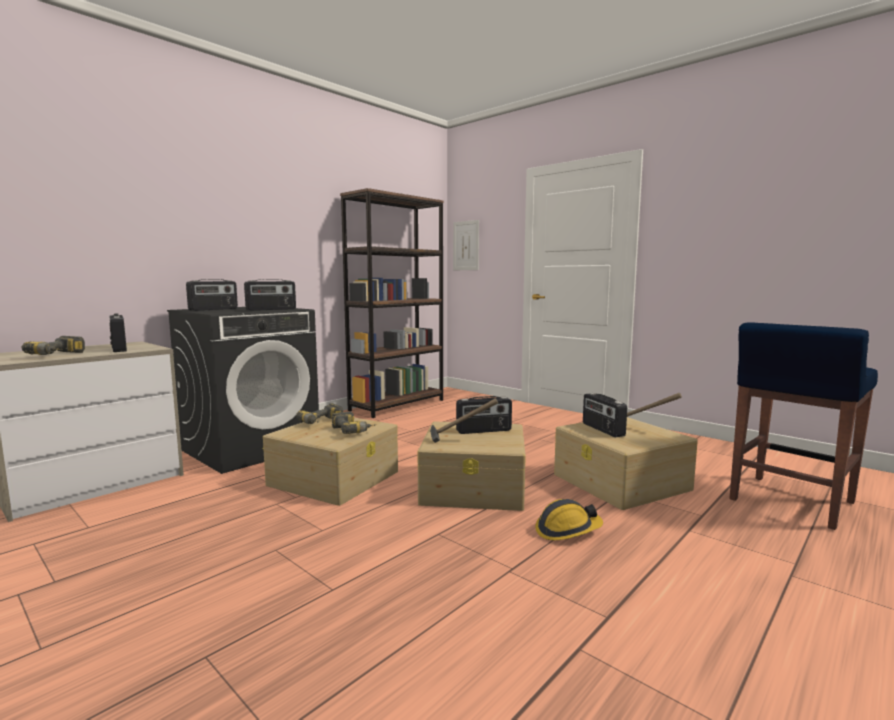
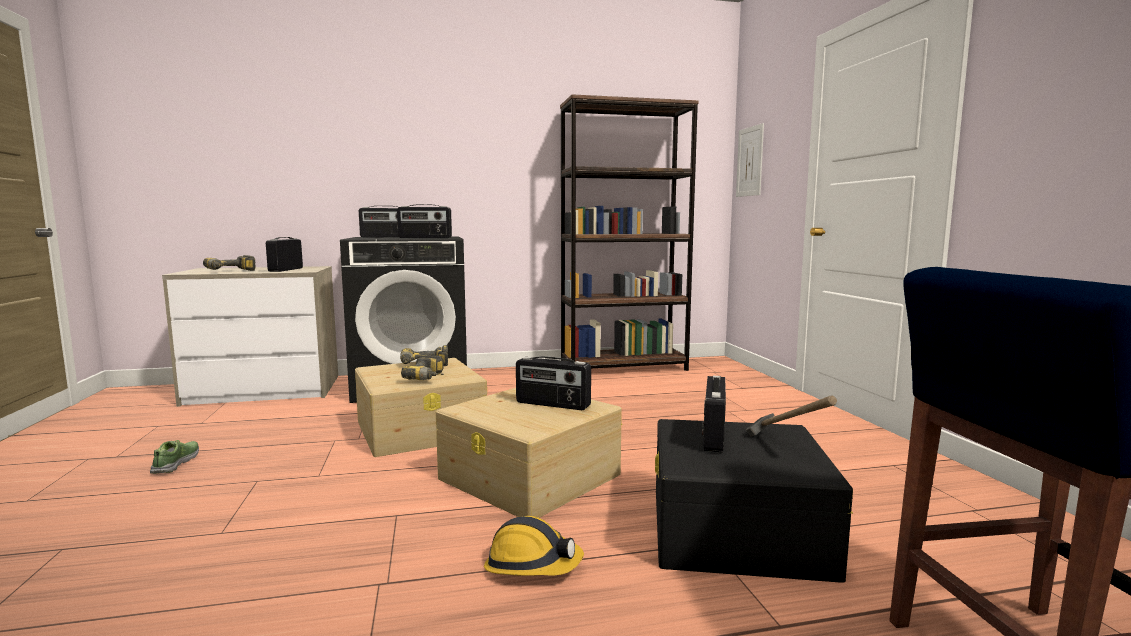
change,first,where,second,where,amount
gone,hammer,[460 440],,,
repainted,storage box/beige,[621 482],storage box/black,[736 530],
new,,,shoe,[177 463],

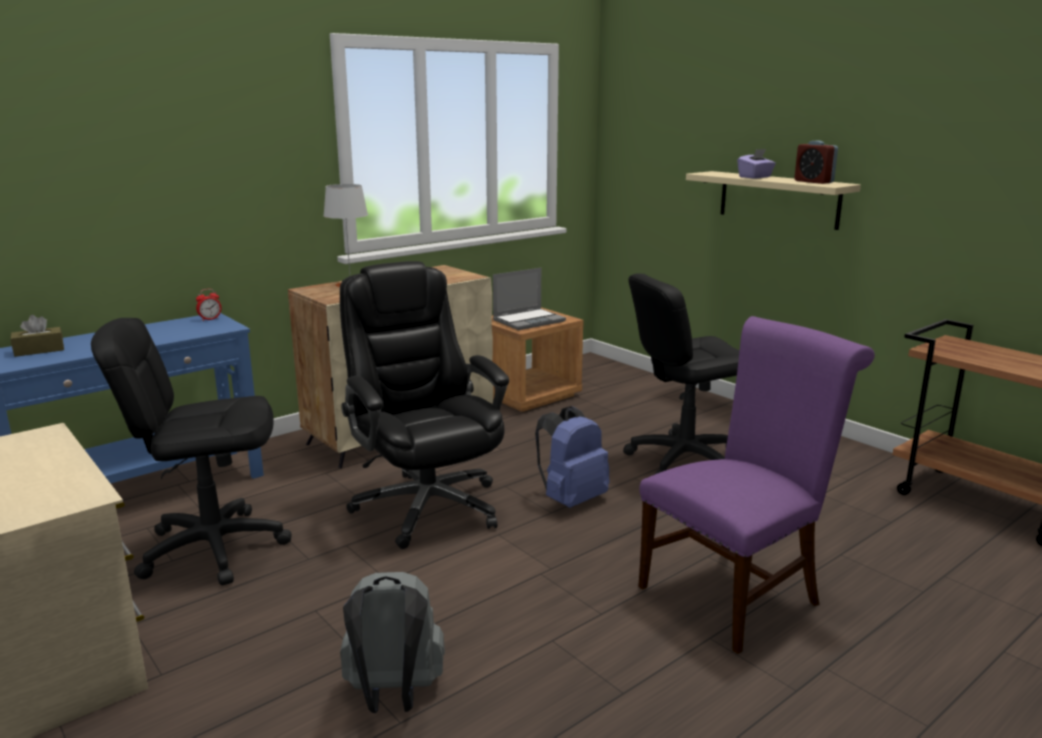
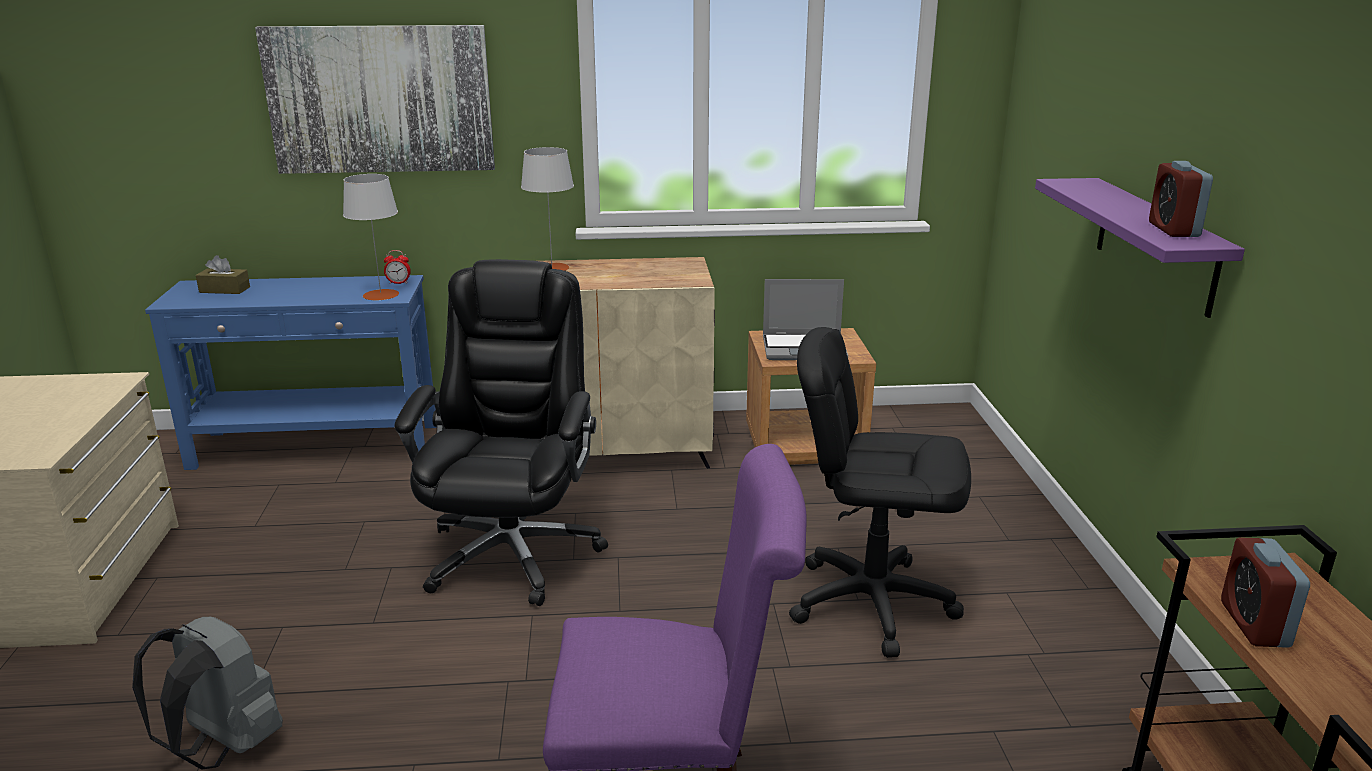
change,first,where,second,where,amount
gone,tissue box/purple,[755 177],,,
repainted,shelf/beige,[778 199],shelf/purple,[1155 244],
gone,office chair/black,[213 548],,,
gone,backpack/blue,[571 499],,,
new,,,picture,[380 99],
new,,,table lamp/grey,[381 295],
new,,,alarm clock,[1254 624],

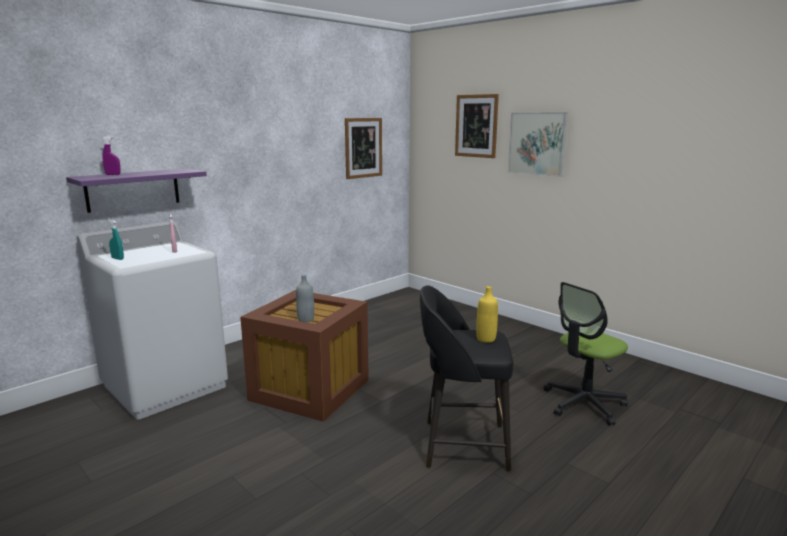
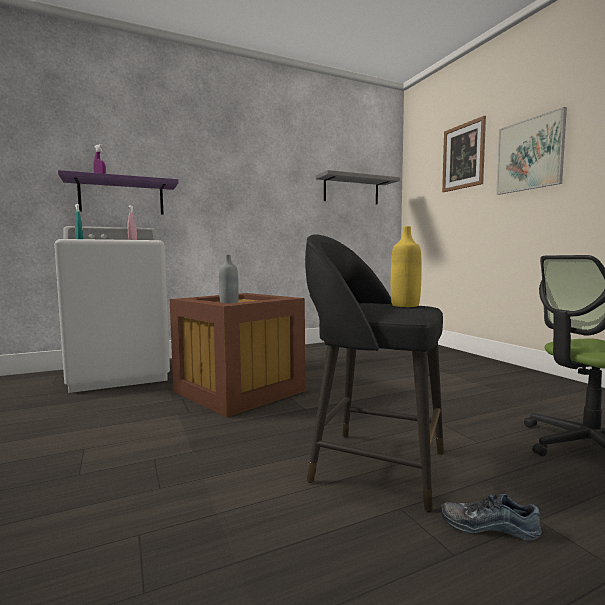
change,first,where,second,where,amount
swapped,picture,[363 148],shelf/grey,[351 190],
new,,,shoe,[488 525],

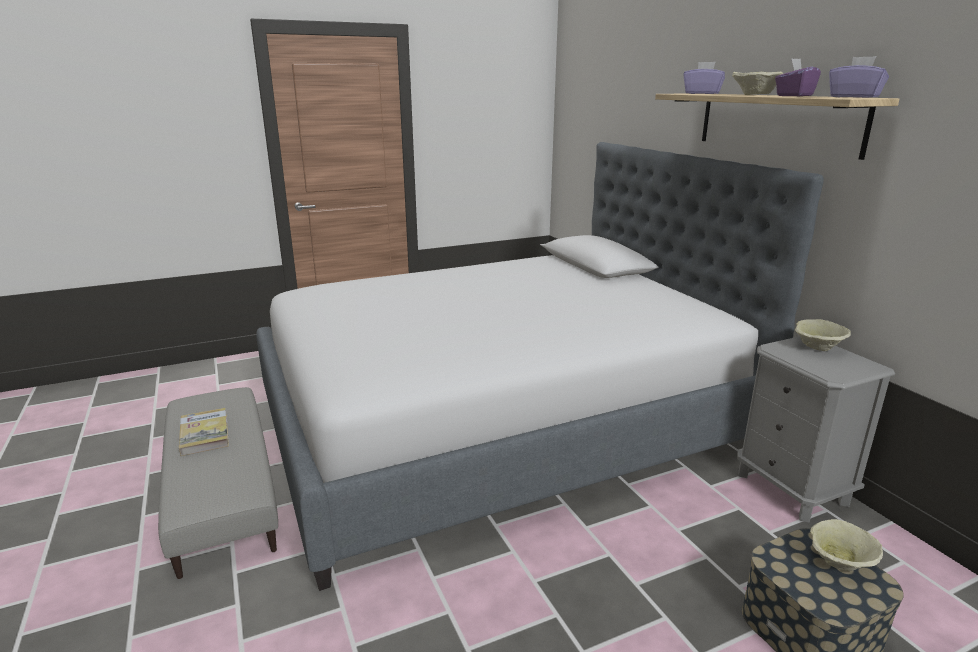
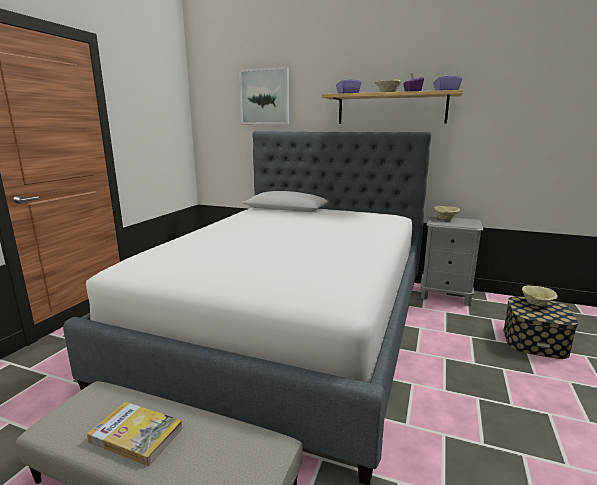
change,first,where,second,where,amount
new,,,picture,[264 97],

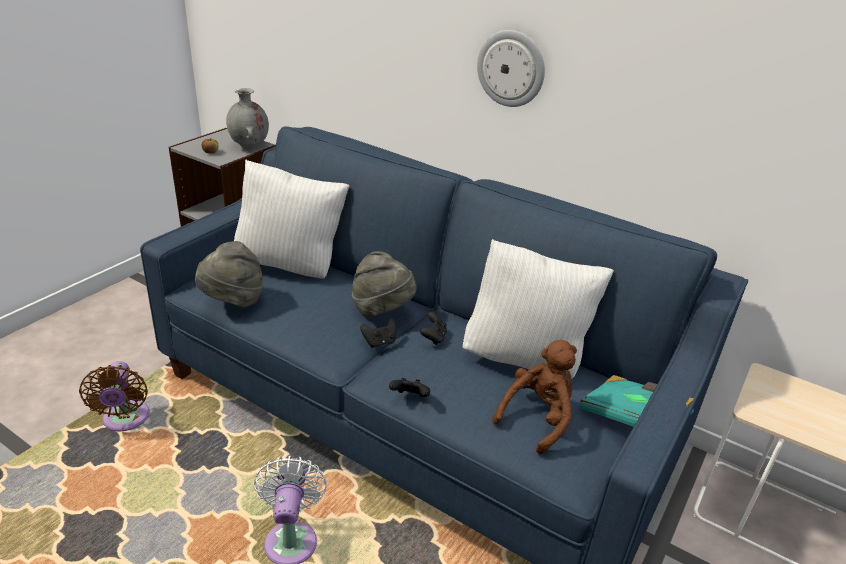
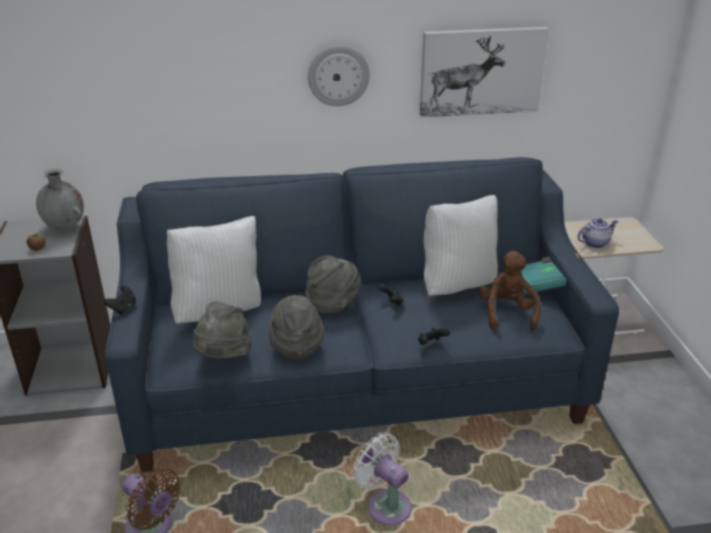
change,first,where,second,where,amount
shifted,game controller/black,[379 342],,[123 308],
new,,,picture,[481 71],
new,,,teapot,[595 243],
new,,,hat/grey,[296 345],

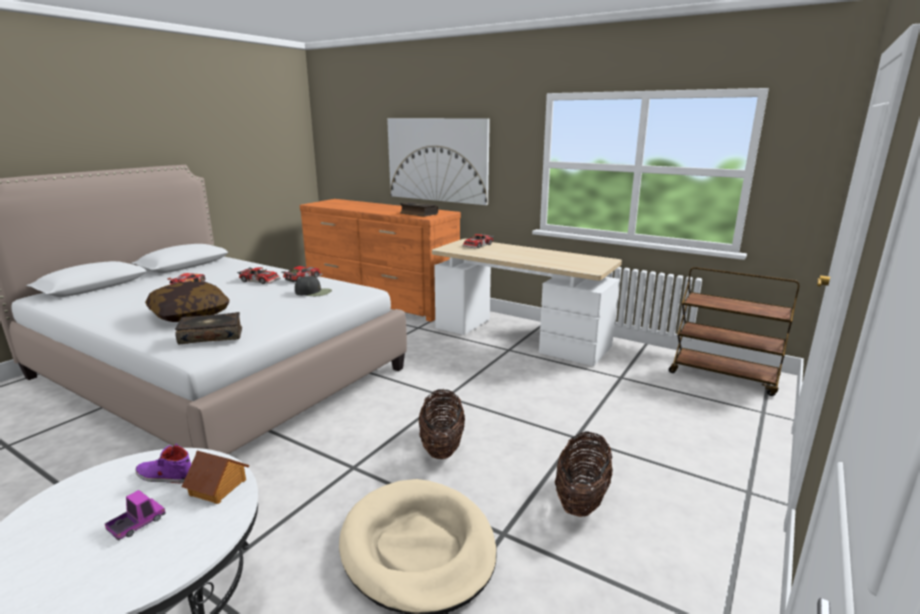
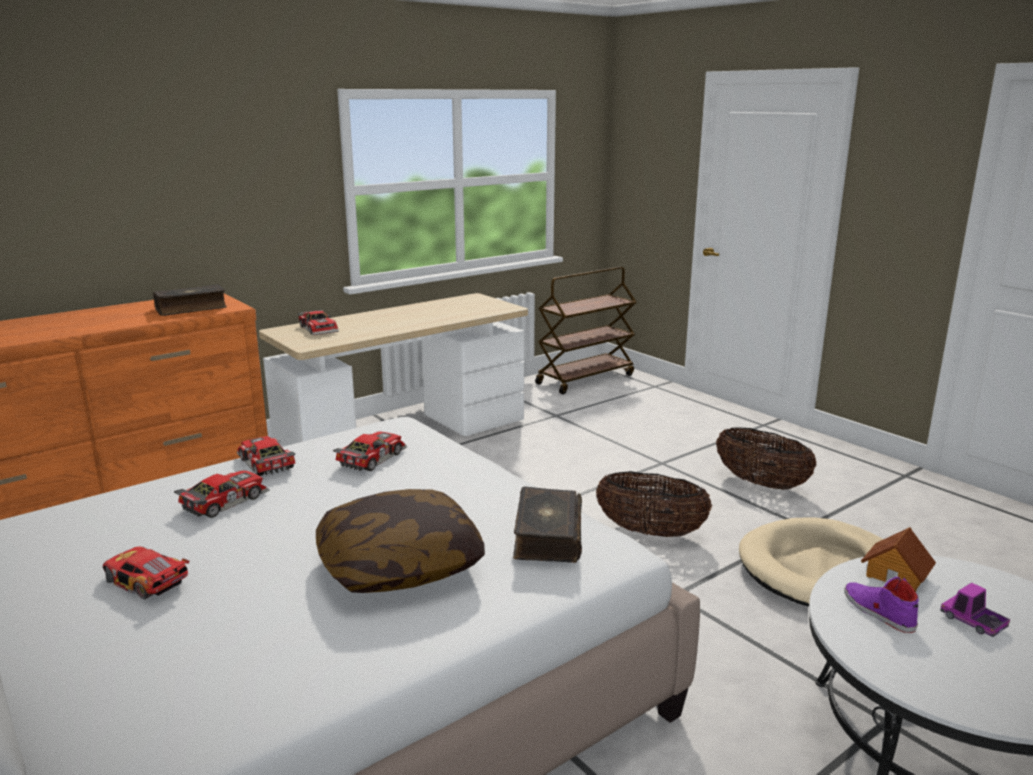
change,first,where,second,where,amount
gone,picture,[437 160],,,
swapped,cap/black,[313 292],toy car,[370 458],
rotated,shoe/purple,[165 476],,[878 611],120 degrees clockwise

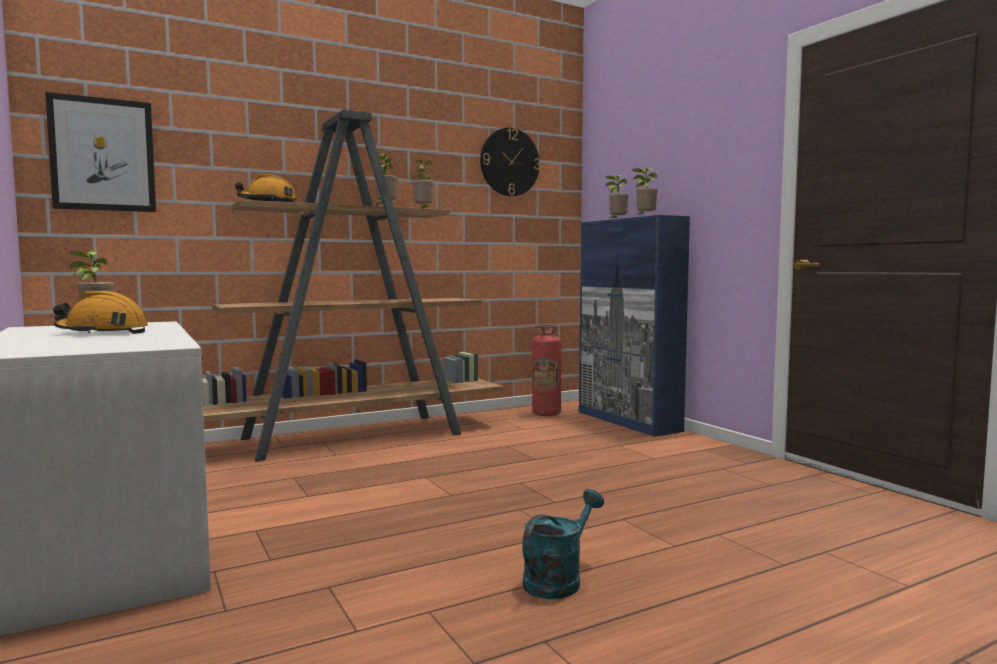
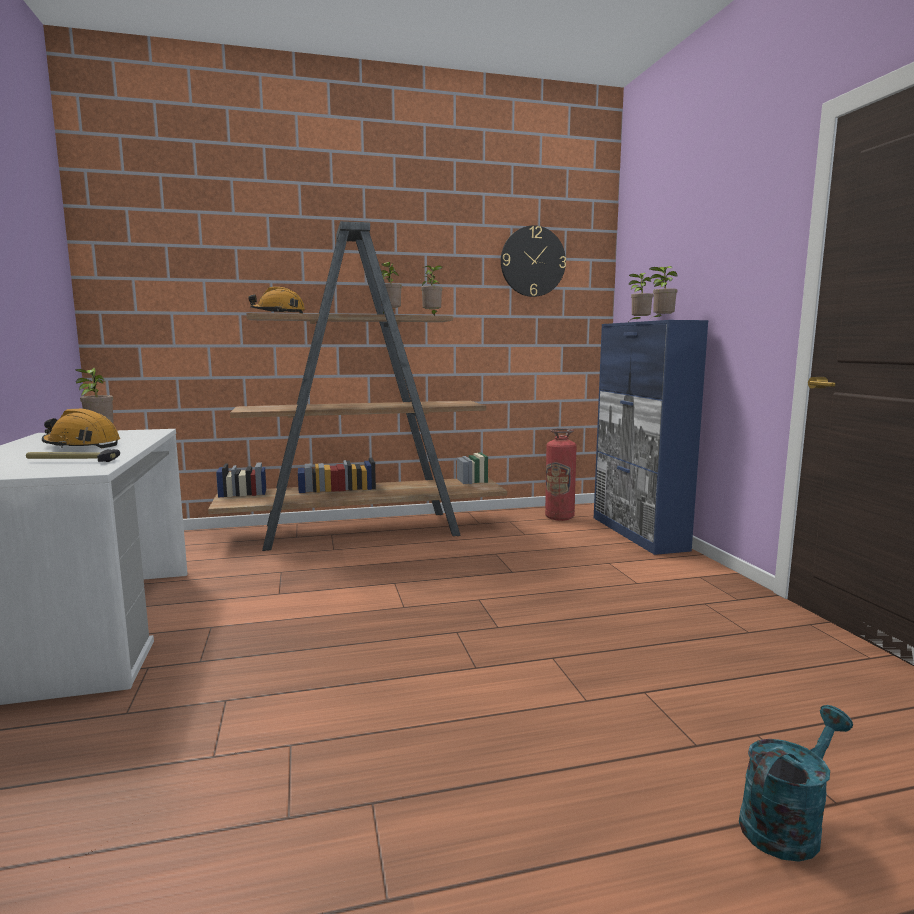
change,first,where,second,where,amount
gone,picture,[103 155],,,
shifted,watering can/turquoise,[558 580],,[787 823],
new,,,hammer,[71 461],

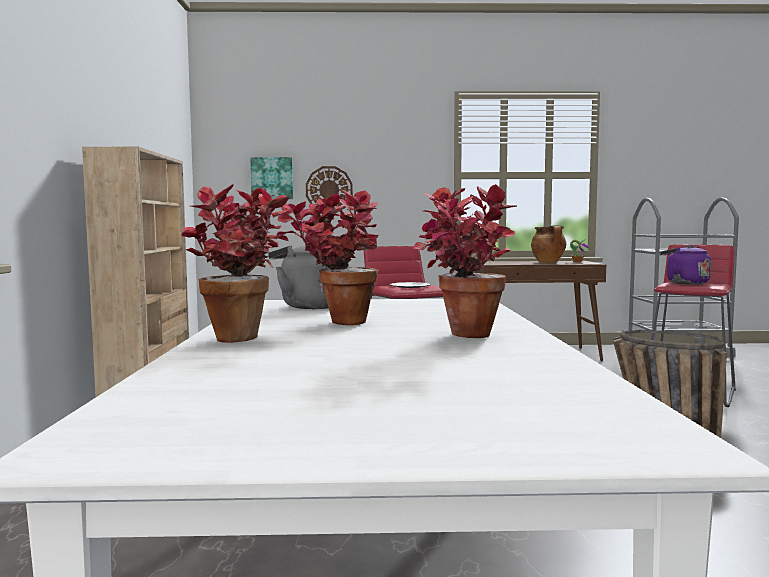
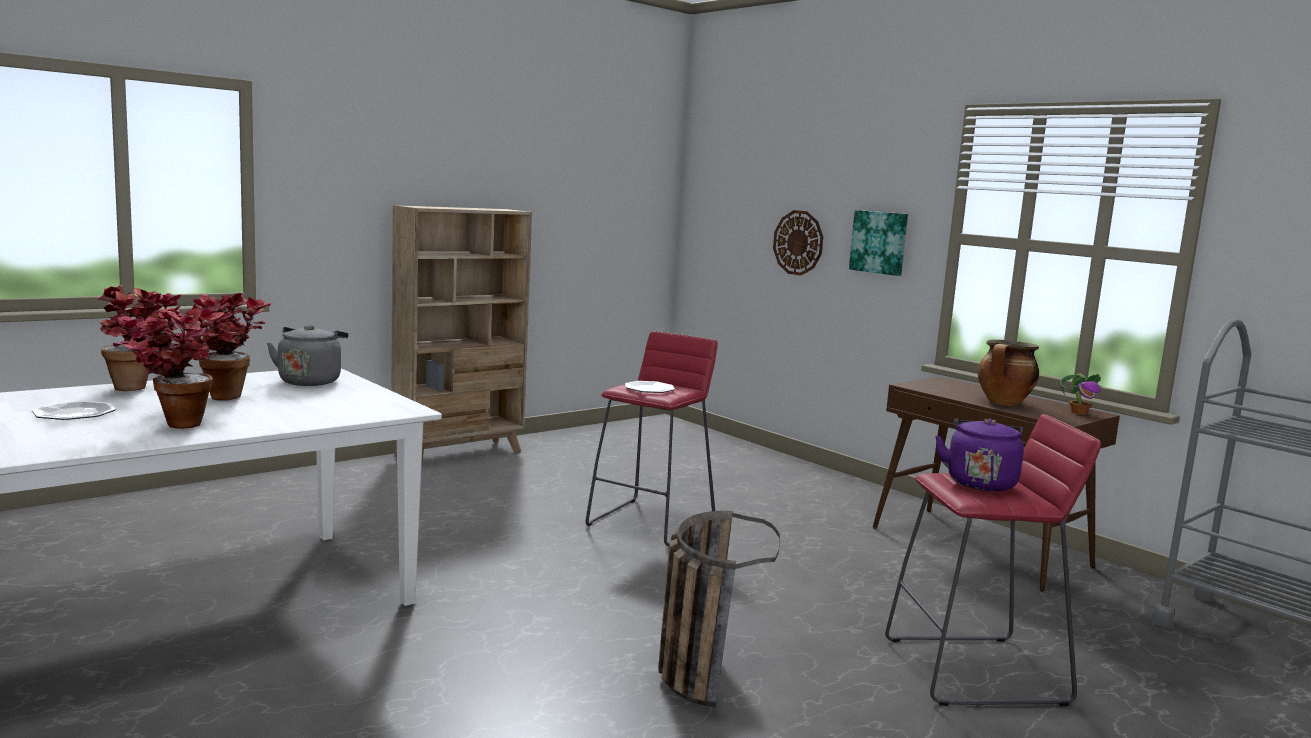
change,first,where,second,where,amount
shifted,picture,[272 178],,[879 242],
new,,,plate,[74 413],

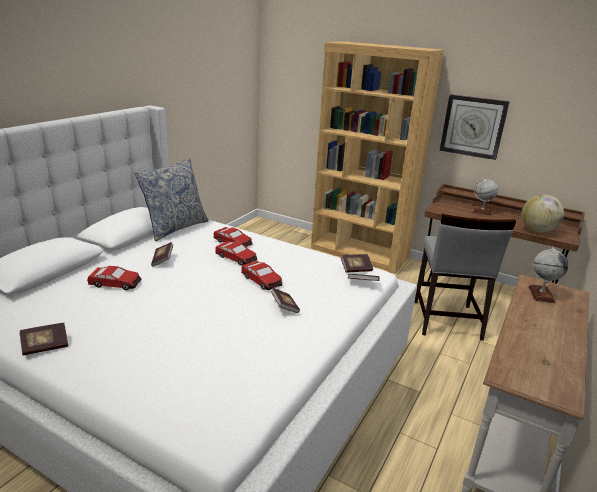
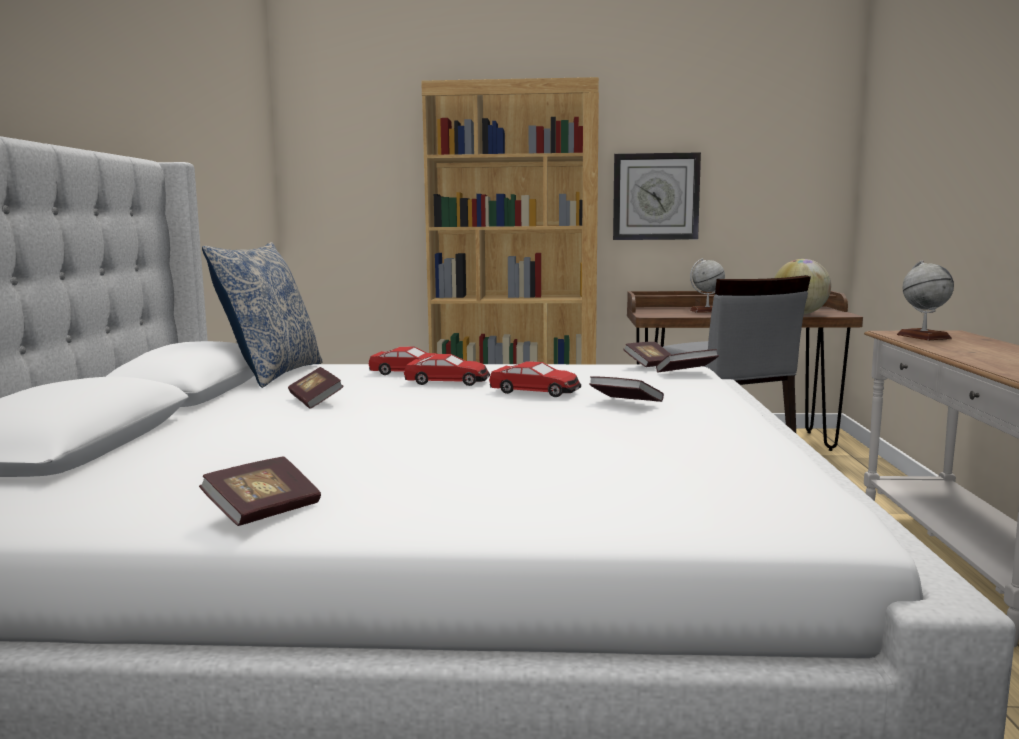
change,first,where,second,where,amount
gone,toy car,[115 284],,,

